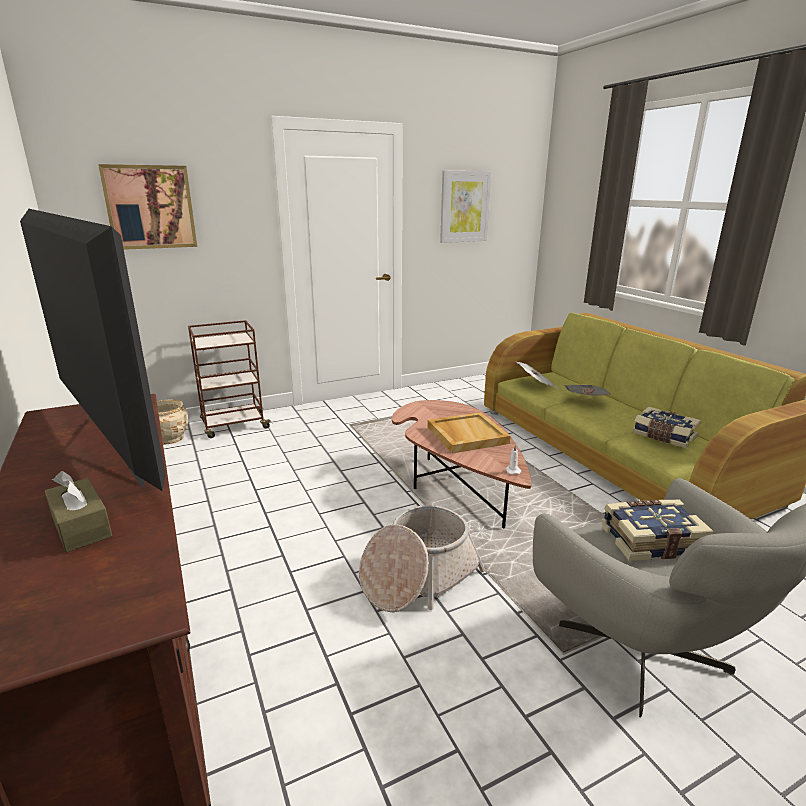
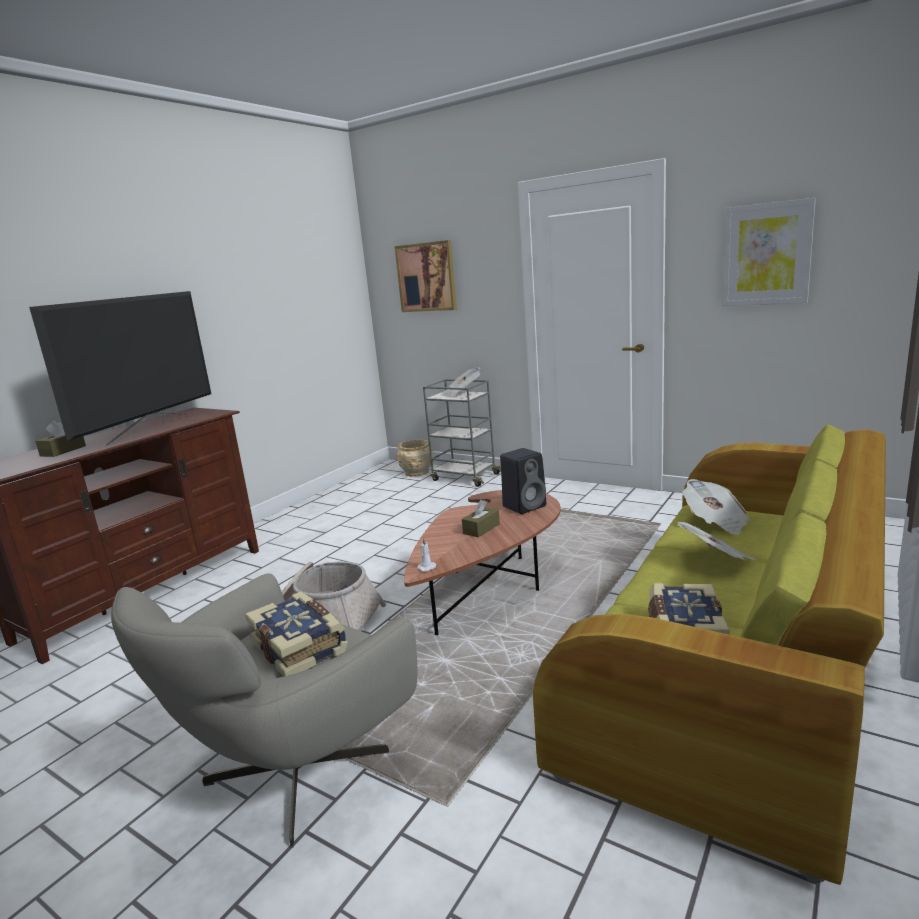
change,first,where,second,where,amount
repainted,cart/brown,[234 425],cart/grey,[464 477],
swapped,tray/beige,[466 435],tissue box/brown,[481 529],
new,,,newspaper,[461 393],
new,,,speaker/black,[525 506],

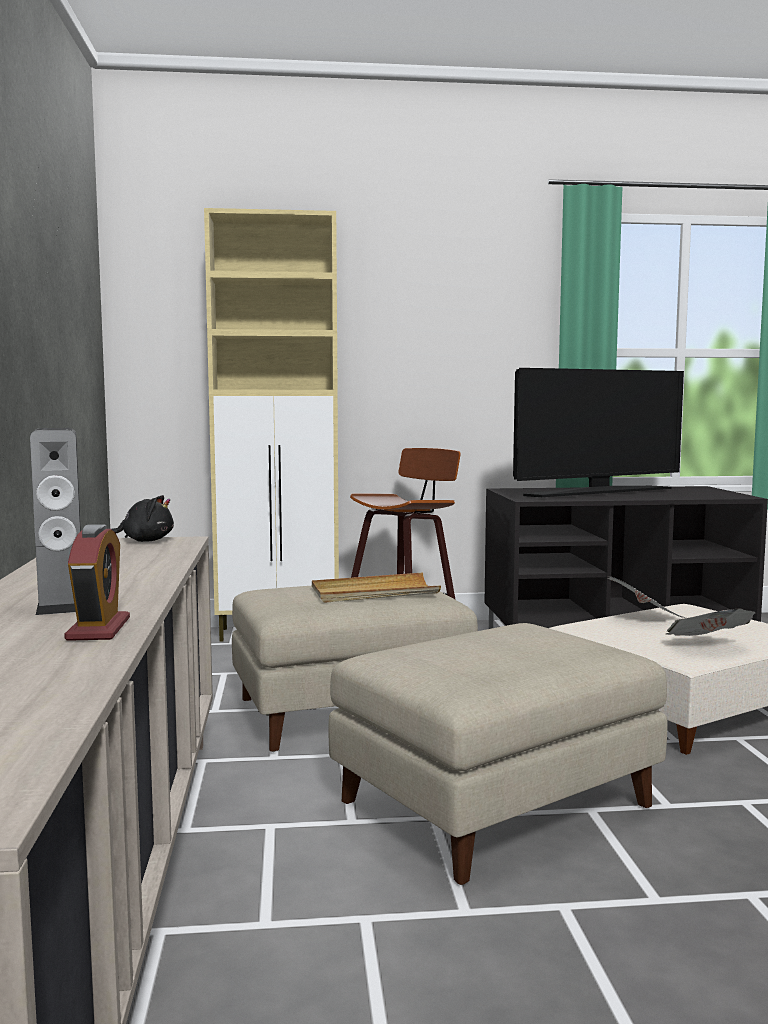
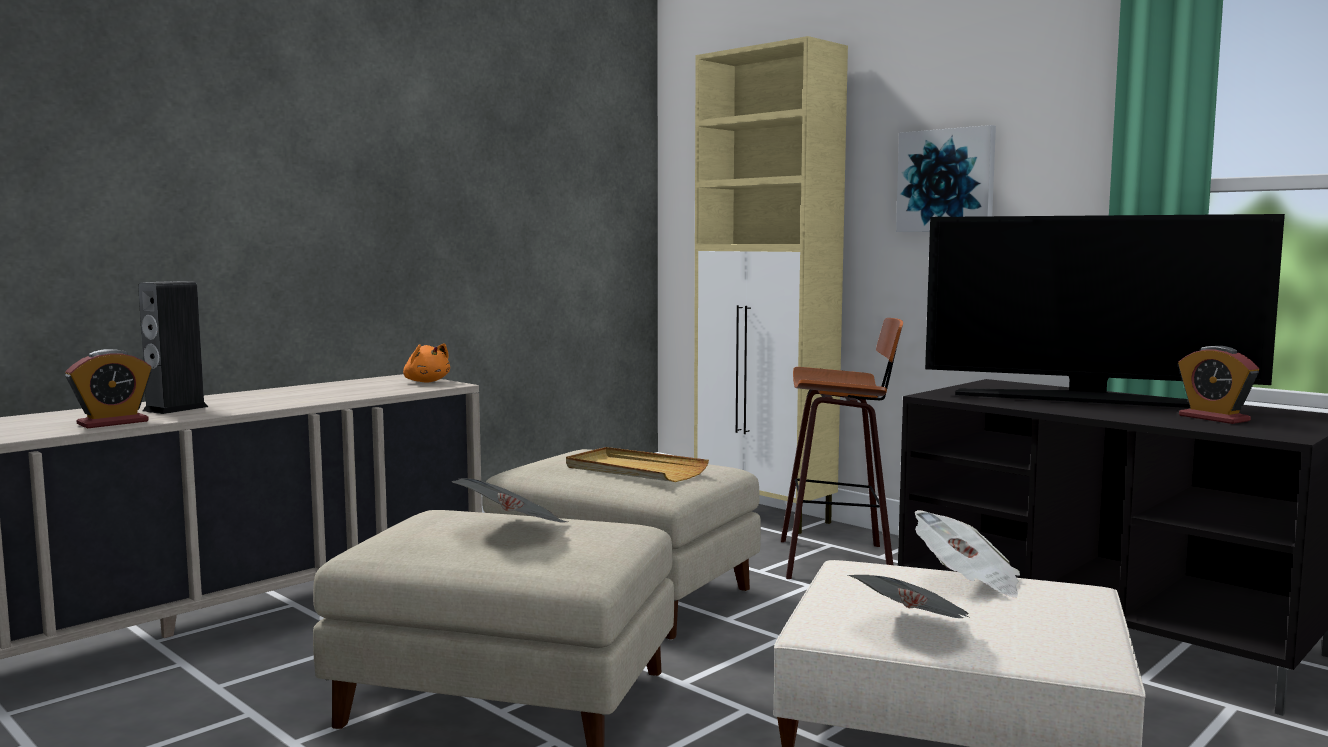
change,first,where,second,where,amount
repainted,plush toy/black,[144 541],plush toy/orange,[426 382],
new,,,picture,[946 181],
new,,,alarm clock,[1214 418],
new,,,newspaper,[514 532],

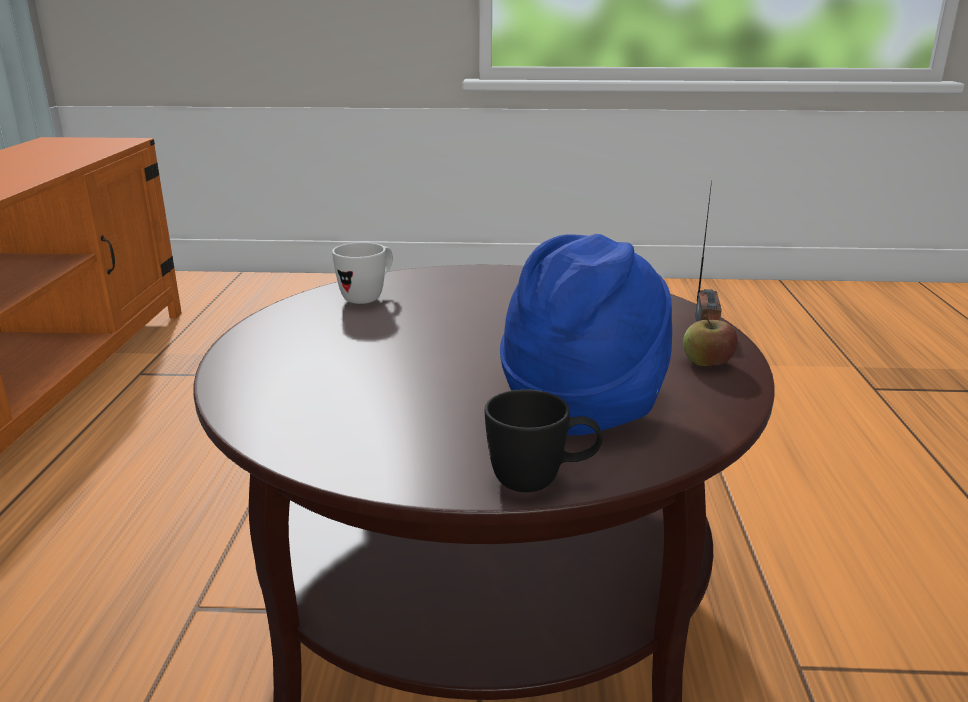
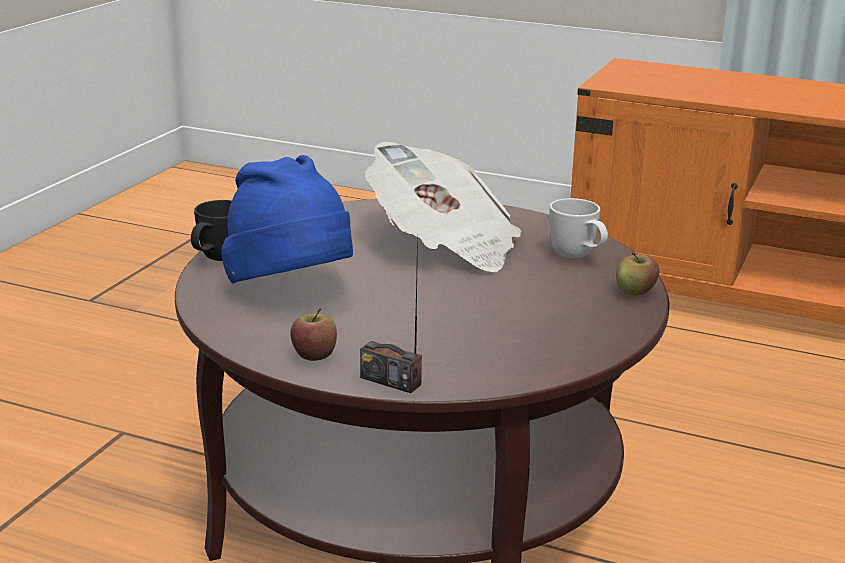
change,first,where,second,where,amount
new,,,newspaper,[444 246],
new,,,apple,[635 291],

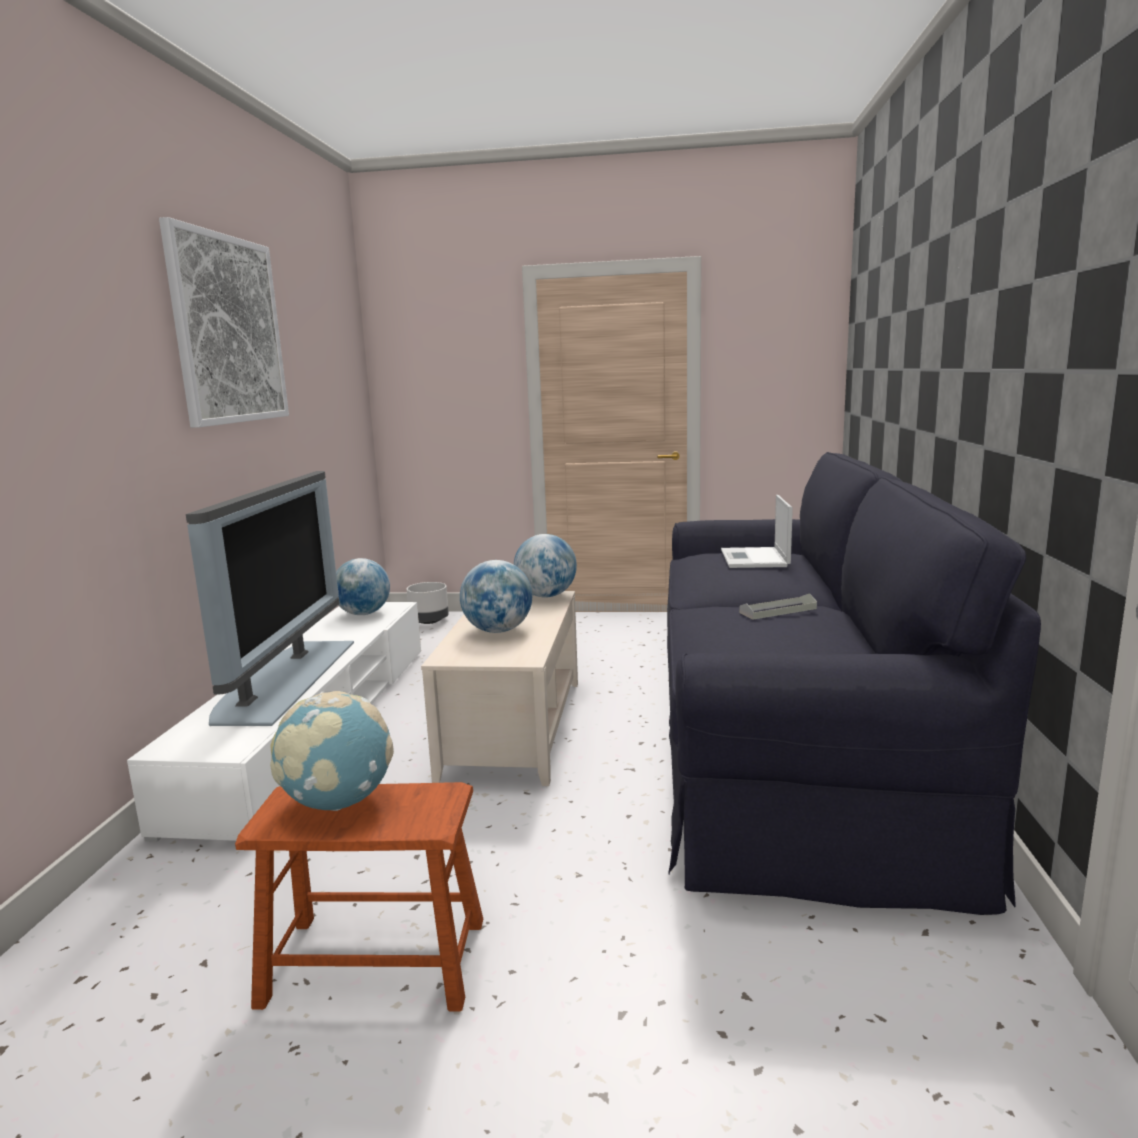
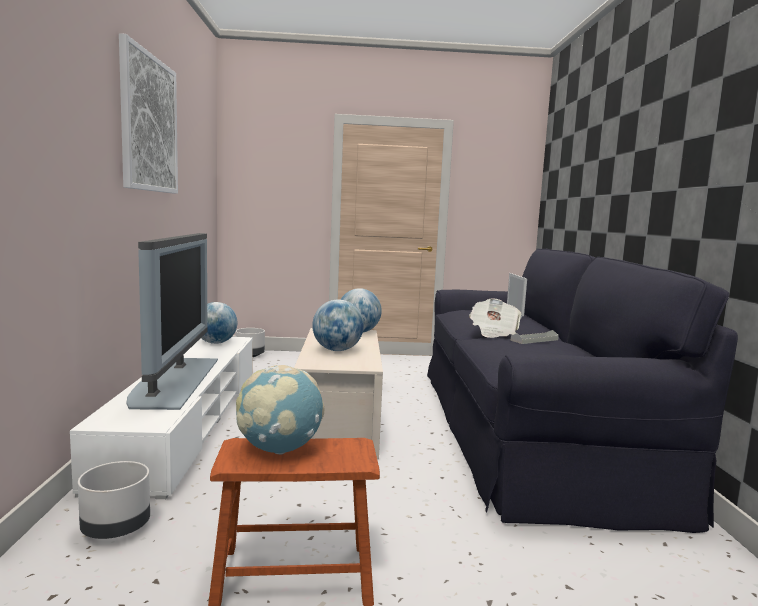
change,first,where,second,where,amount
new,,,newspaper,[493 332],
new,,,planter/grey,[116 529],

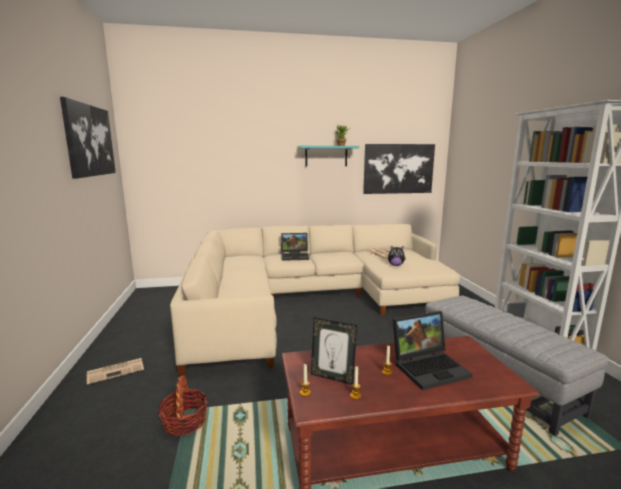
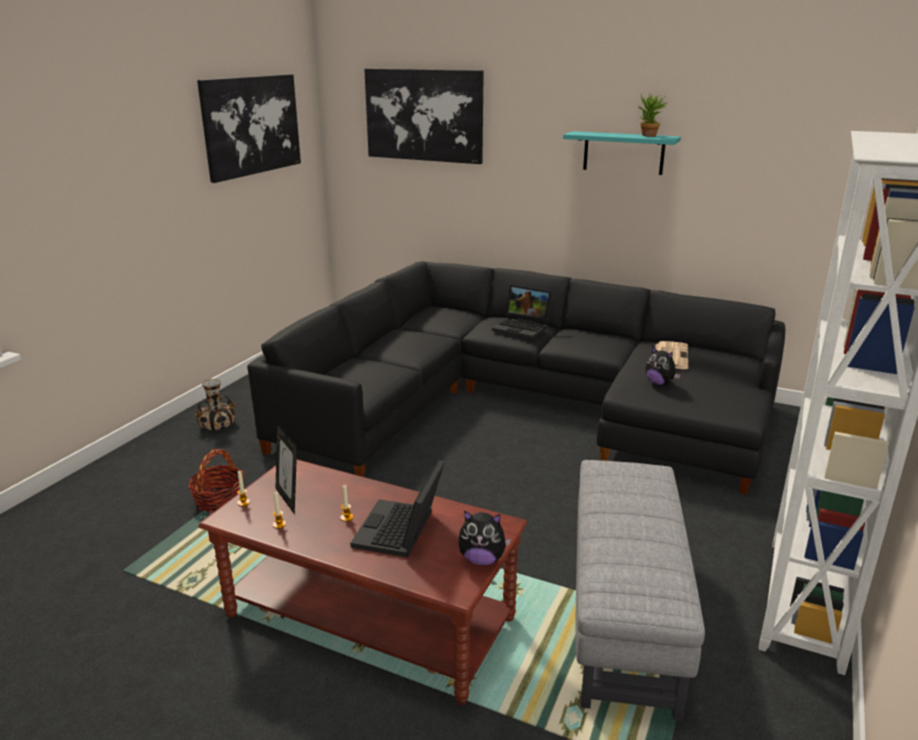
change,first,where,second,where,amount
shifted,picture,[398 169],,[424 115],
repainted,sofa/beige,[308 301],sofa/black,[523 406],
rotated,laptop,[429 367],,[401 532],90 degrees clockwise
swapped,newspaper,[116 370],vase,[218 425],
new,,,plush toy,[482 559],

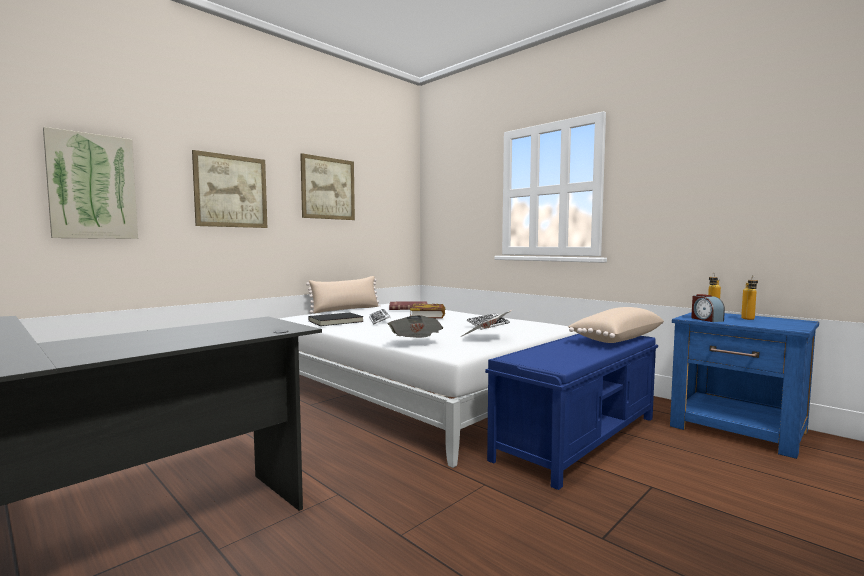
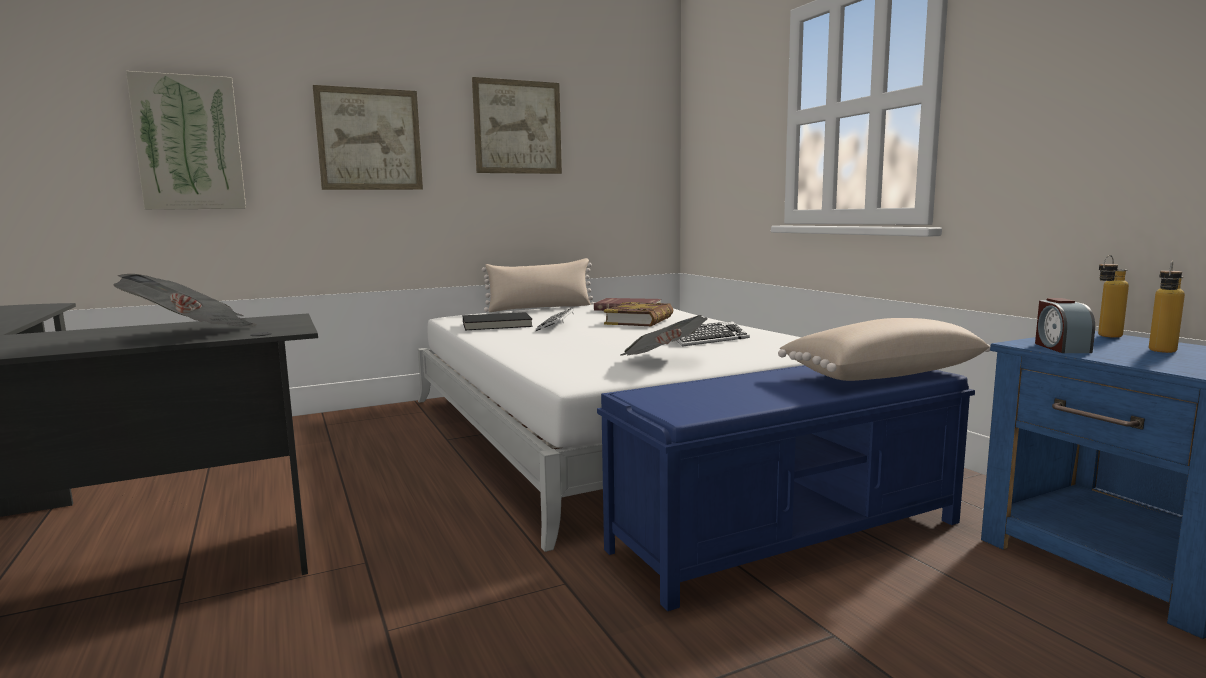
change,first,where,second,where,amount
shifted,newspaper,[416 343],,[194 335],

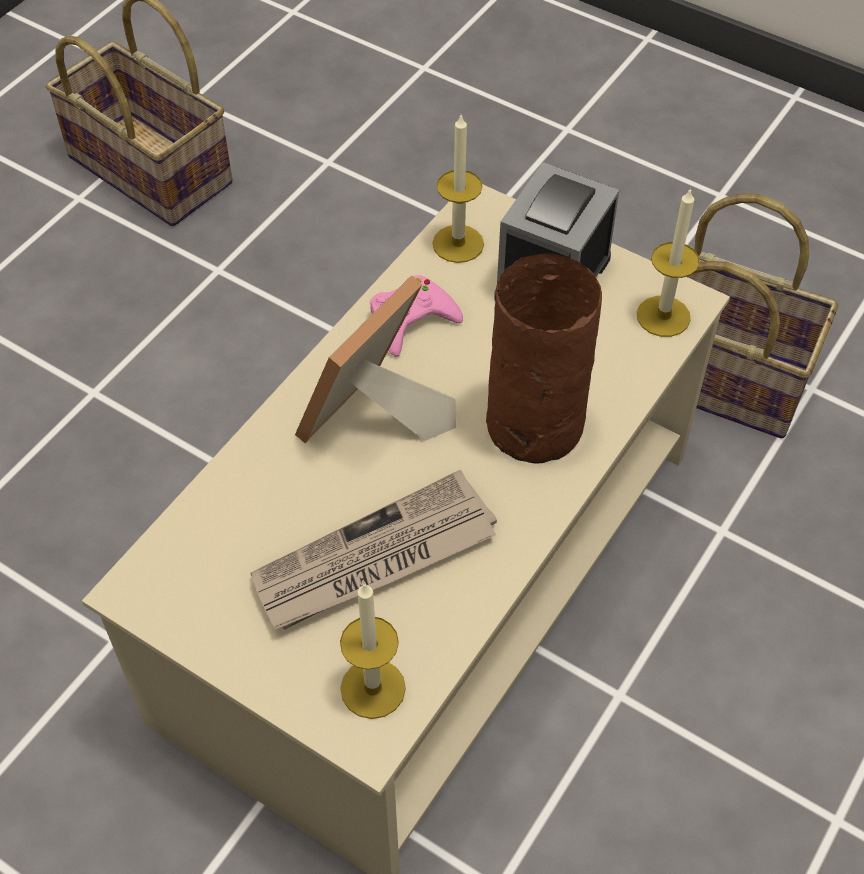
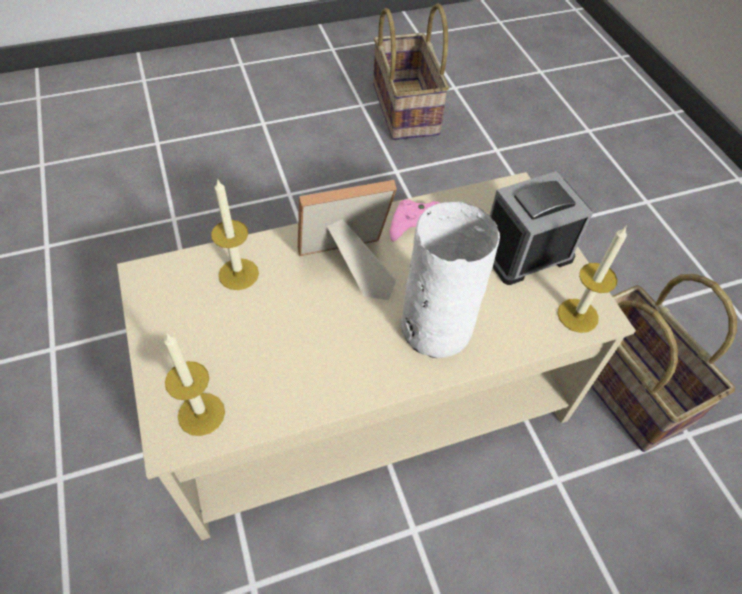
change,first,where,second,where,amount
shifted,candle,[458 244],,[238 274],
repainted,vase/brown,[532 426],vase/white,[433 328],
gone,newspaper,[375 559],,,

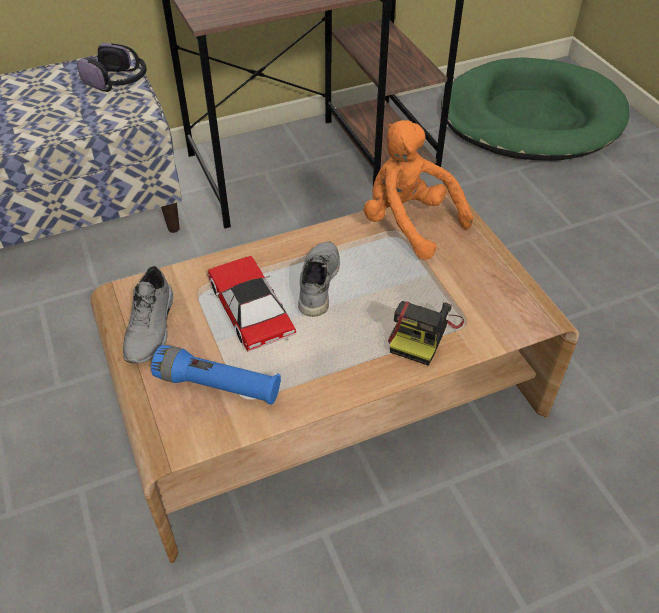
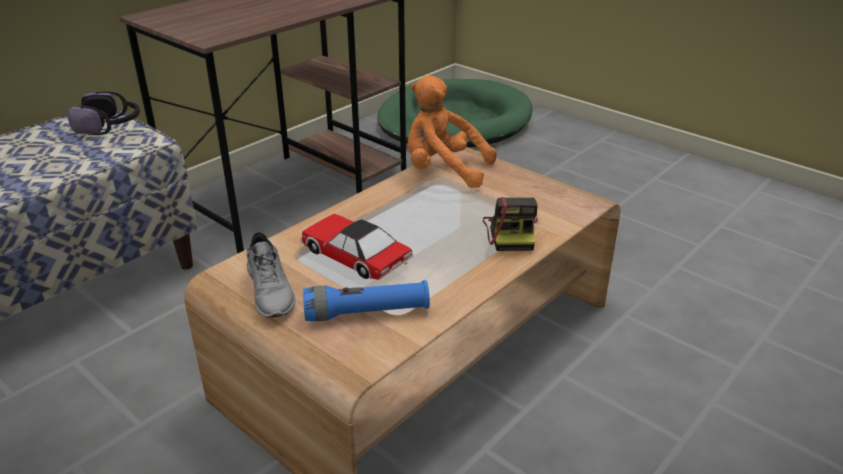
change,first,where,second,where,amount
gone,shoe/grey,[317 284],,,

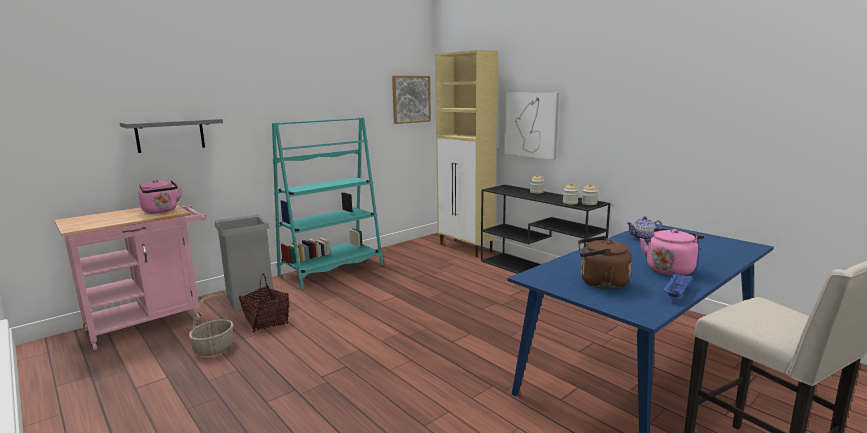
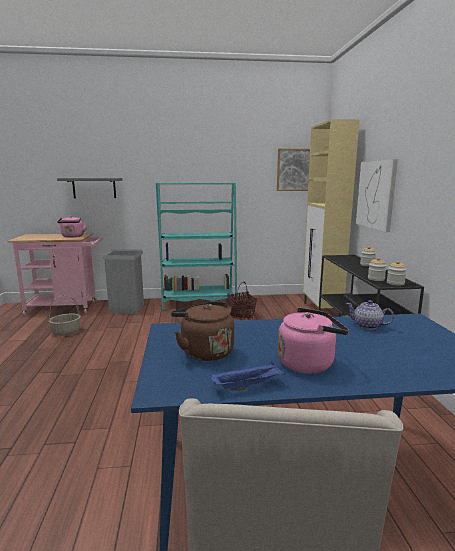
change,first,where,second,where,amount
shifted,basket,[266 322],,[241 315],

